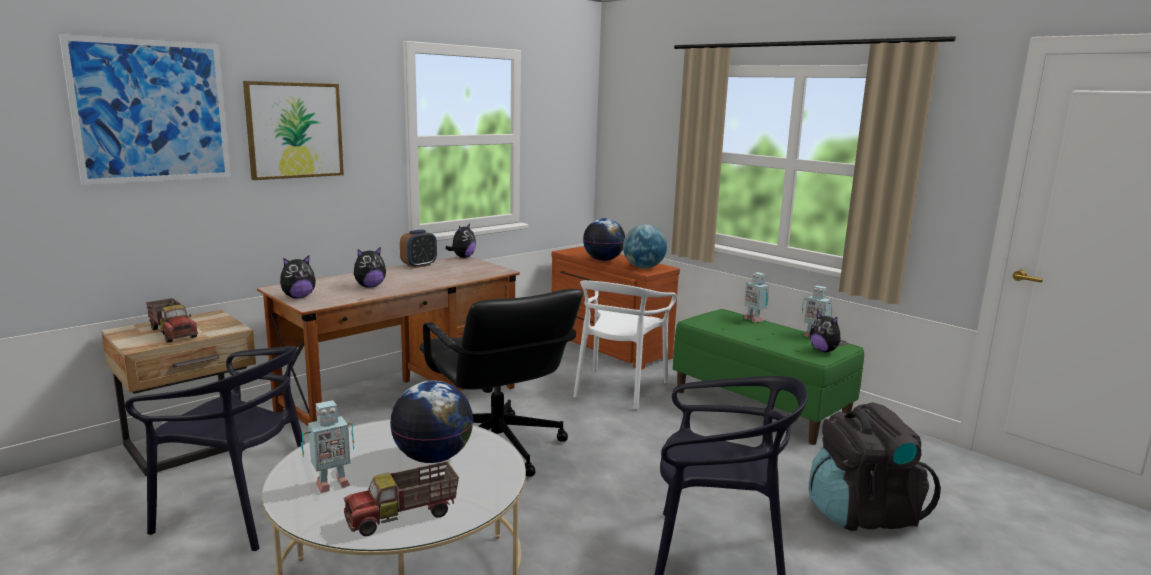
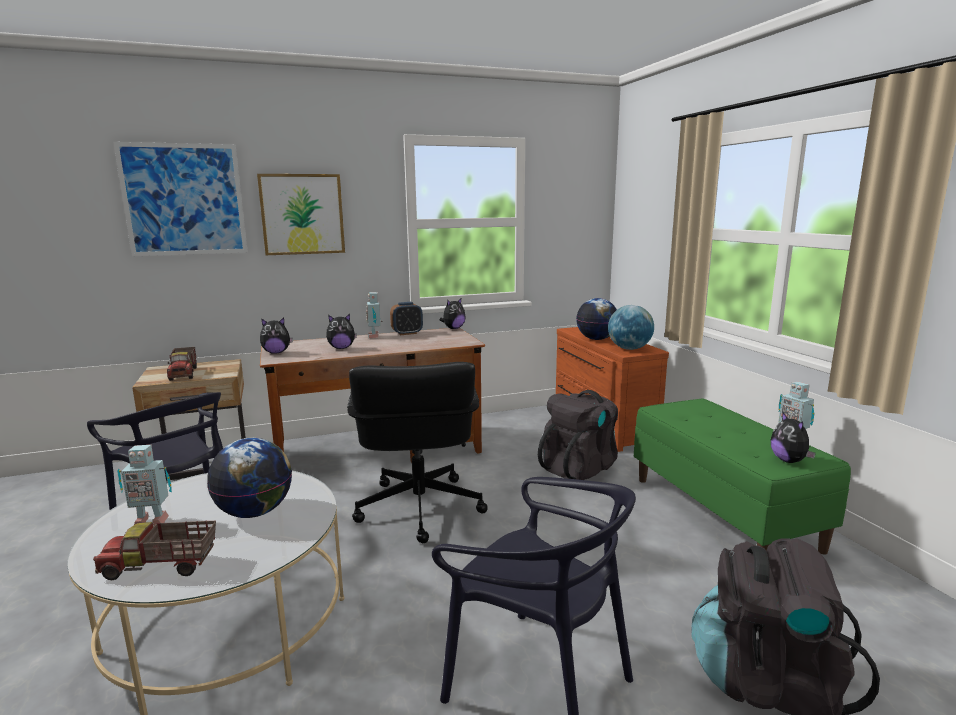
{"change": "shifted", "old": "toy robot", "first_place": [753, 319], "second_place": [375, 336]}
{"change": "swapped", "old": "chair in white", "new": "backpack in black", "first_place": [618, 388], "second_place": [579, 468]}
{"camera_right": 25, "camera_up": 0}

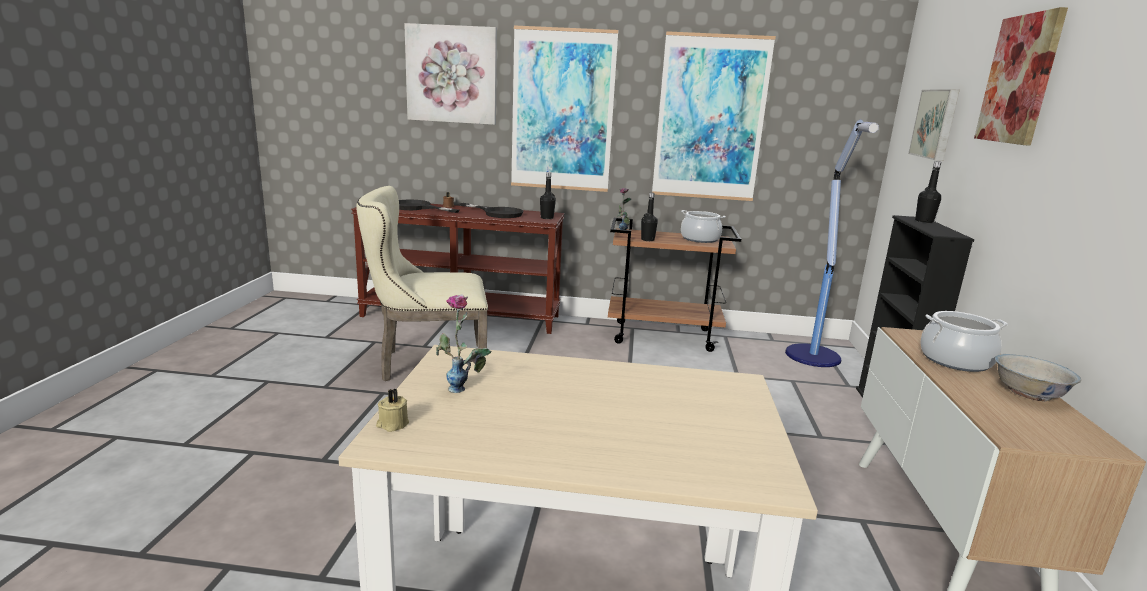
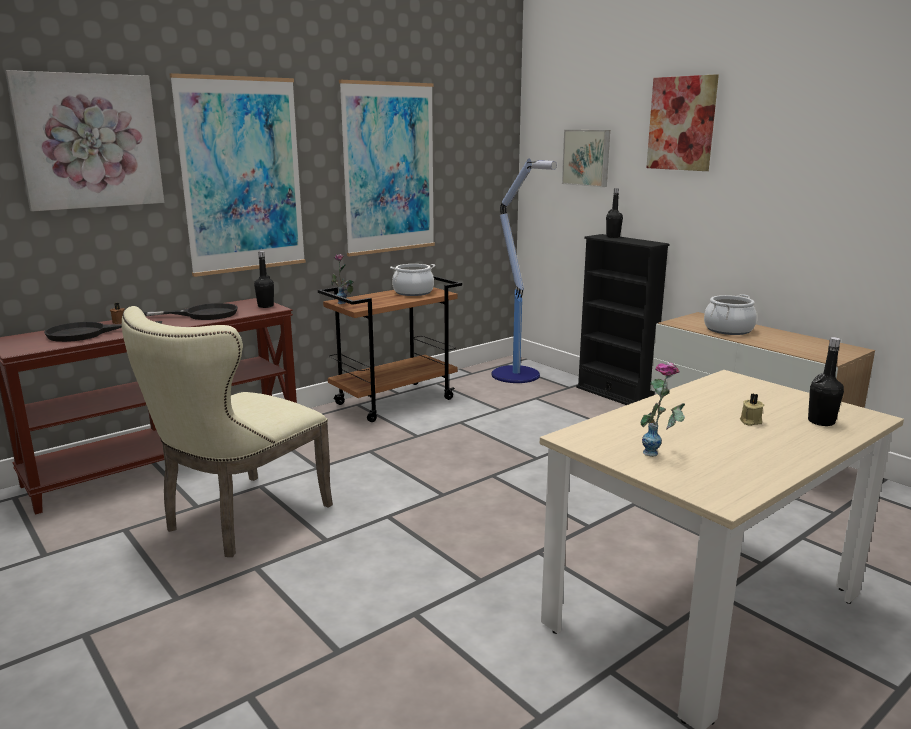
{"change": "shifted", "old": "bottle in black", "first_place": [647, 240], "second_place": [821, 422]}
{"change": "gone", "old": "bowl in white", "first_place": [1028, 393]}
{"change": "shifted", "old": "candle in beige", "first_place": [392, 424], "second_place": [750, 421]}
{"camera_right": -45, "camera_up": 0}

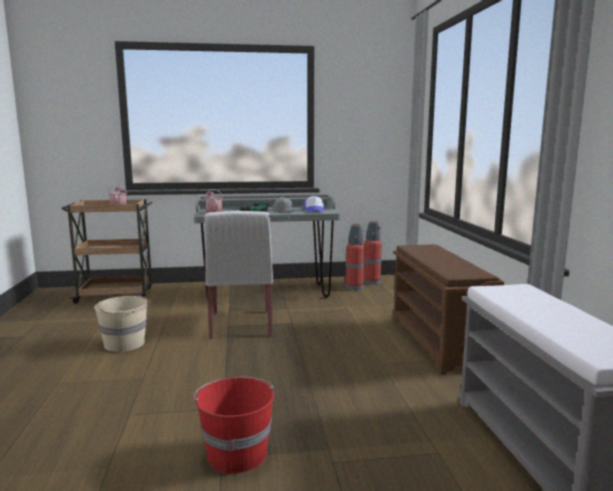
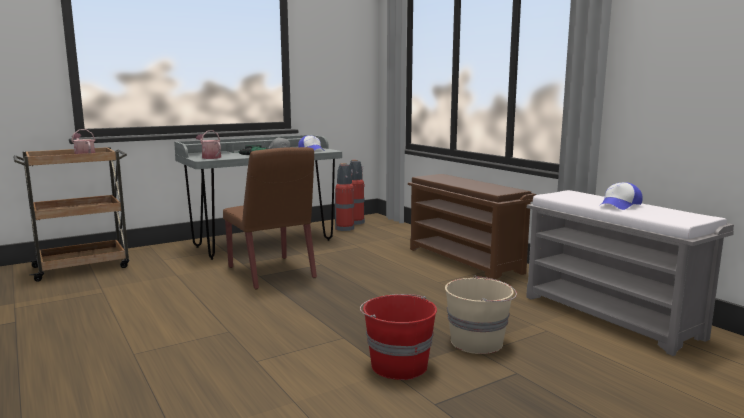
{"change": "repainted", "old": "chair in white", "new": "chair in brown", "first_place": [241, 324], "second_place": [272, 273]}
{"change": "shifted", "old": "bucket in beige", "first_place": [125, 344], "second_place": [477, 342]}
{"change": "new", "new": "cap", "second_place": [619, 205]}
{"camera_right": -25, "camera_up": 0}

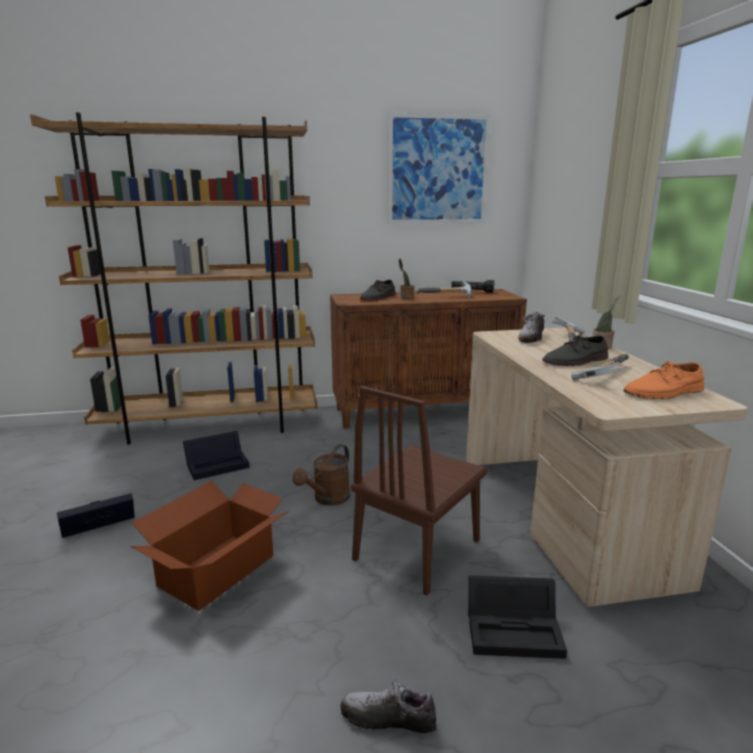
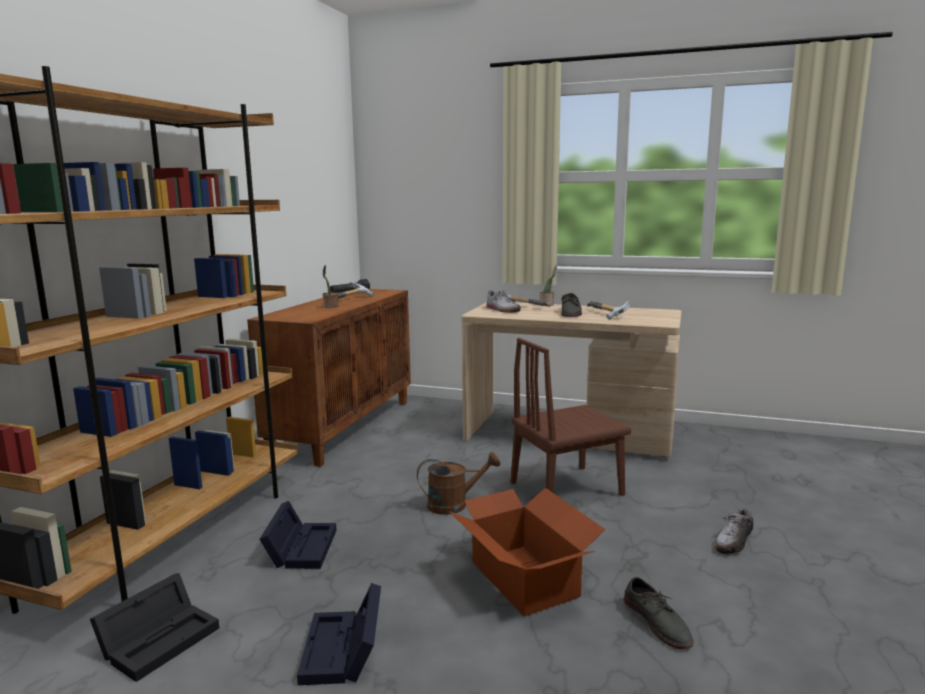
{"change": "gone", "old": "picture", "first_place": [438, 170]}
{"change": "shifted", "old": "shoe in grey", "first_place": [378, 297], "second_place": [657, 622]}
{"change": "gone", "old": "shoe in orange", "first_place": [664, 392]}
{"change": "rotated", "old": "chair in brown", "first_place": [417, 549], "second_place": [566, 488], "degrees": 90}
{"change": "rotated", "old": "watering can in brown", "first_place": [328, 499], "second_place": [454, 504], "degrees": -75}
{"change": "shifted", "old": "storage box in black", "first_place": [516, 629], "second_place": [161, 638]}
{"camera_right": -60, "camera_up": -5}

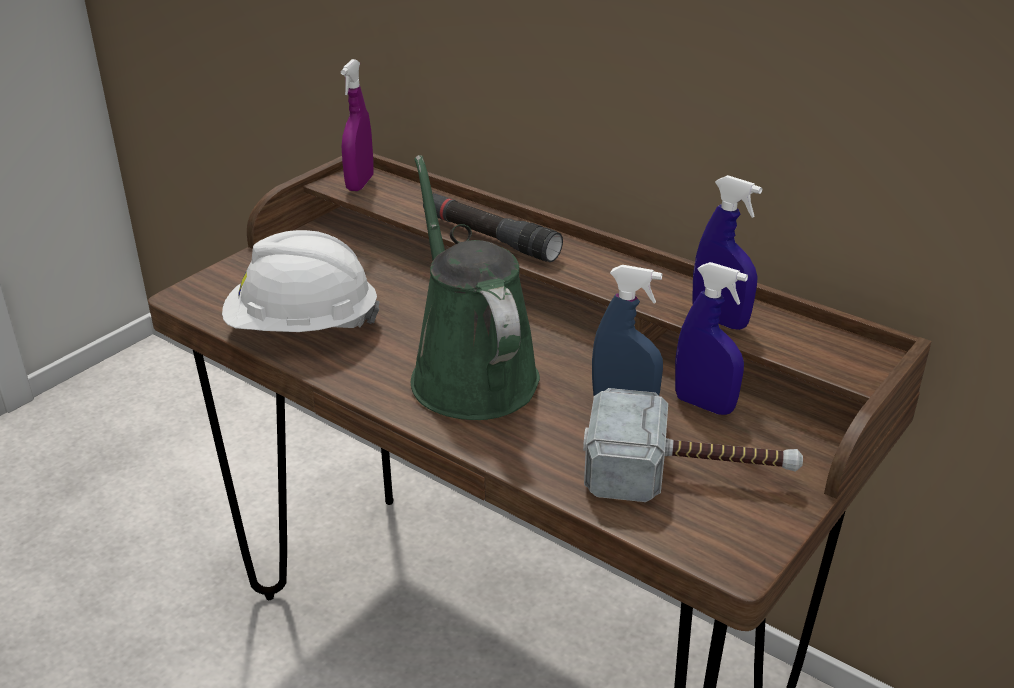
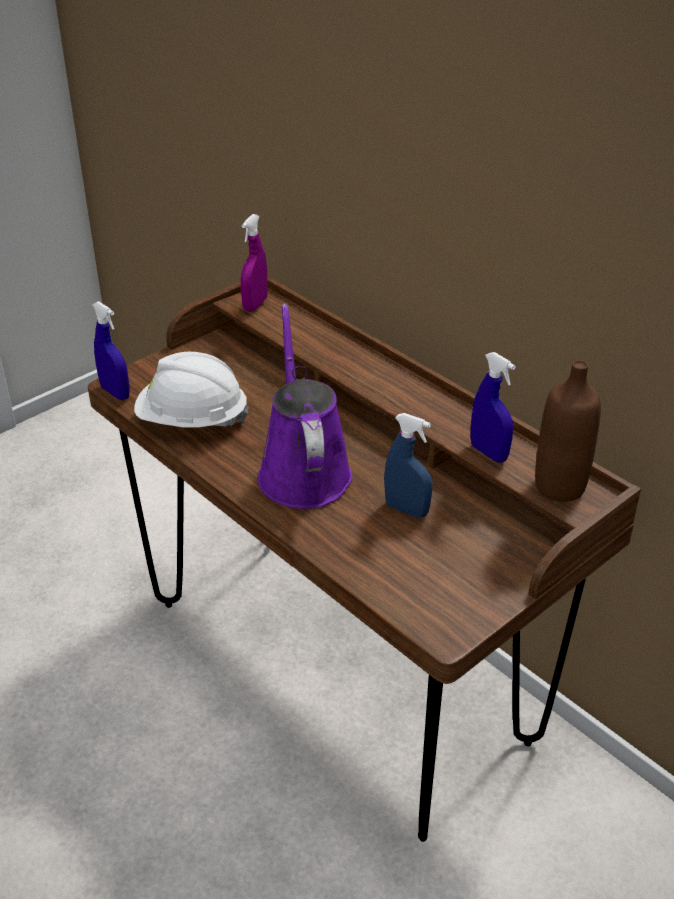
{"change": "repainted", "old": "watering can in green", "new": "watering can in purple", "first_place": [469, 373], "second_place": [303, 470]}
{"change": "gone", "old": "flashlight in black", "first_place": [489, 238]}
{"change": "shifted", "old": "spray bottle in blue", "first_place": [704, 405], "second_place": [115, 392]}
{"change": "gone", "old": "hammer", "first_place": [688, 475]}
{"change": "new", "new": "bottle in brown", "second_place": [559, 486]}
{"camera_right": 10, "camera_up": 5}

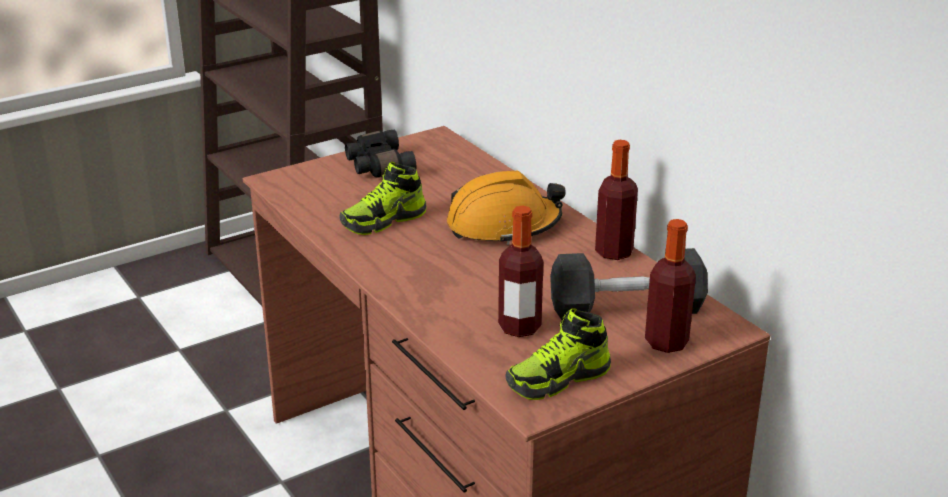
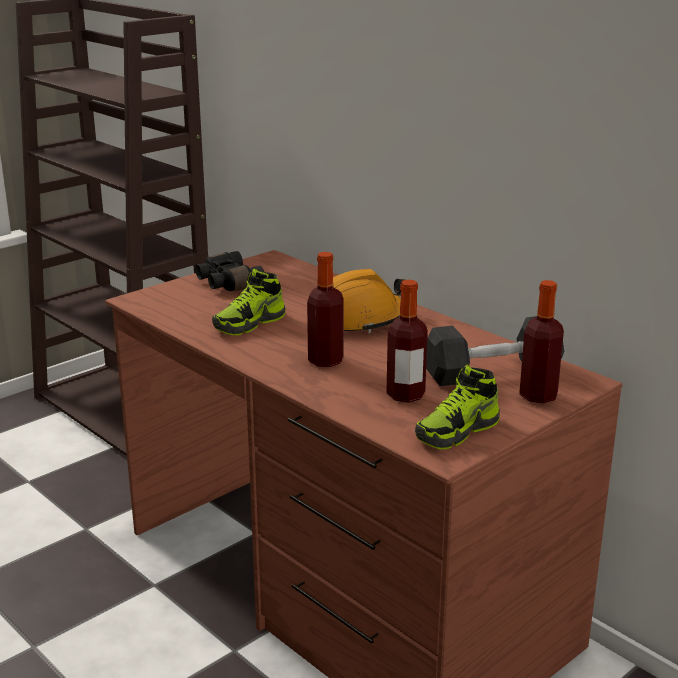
{"change": "shifted", "old": "bottle", "first_place": [614, 252], "second_place": [325, 360]}
{"camera_right": -10, "camera_up": -5}

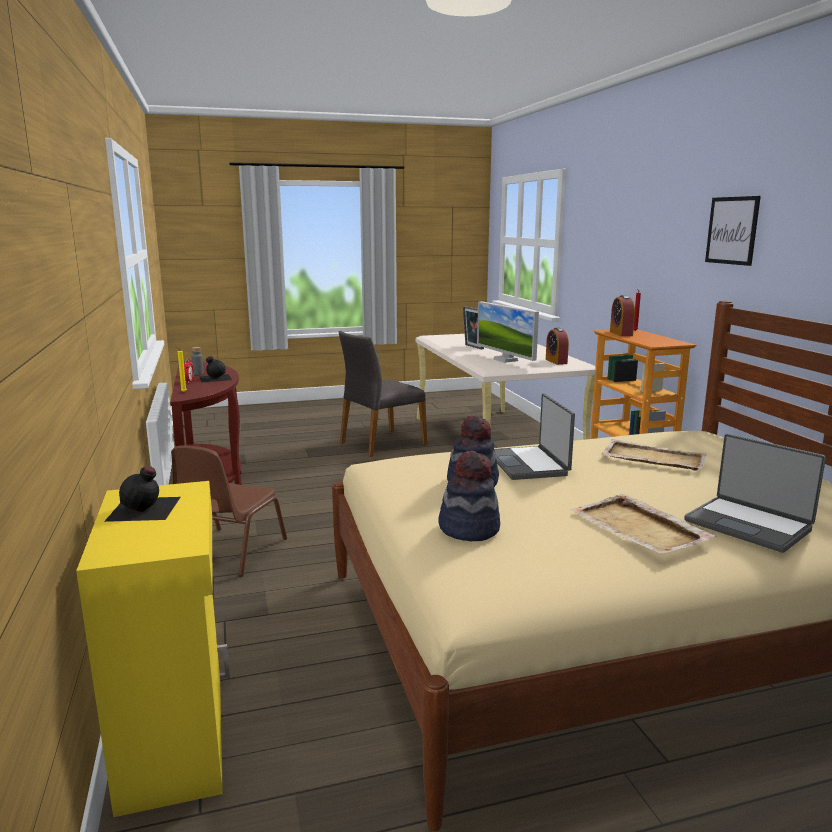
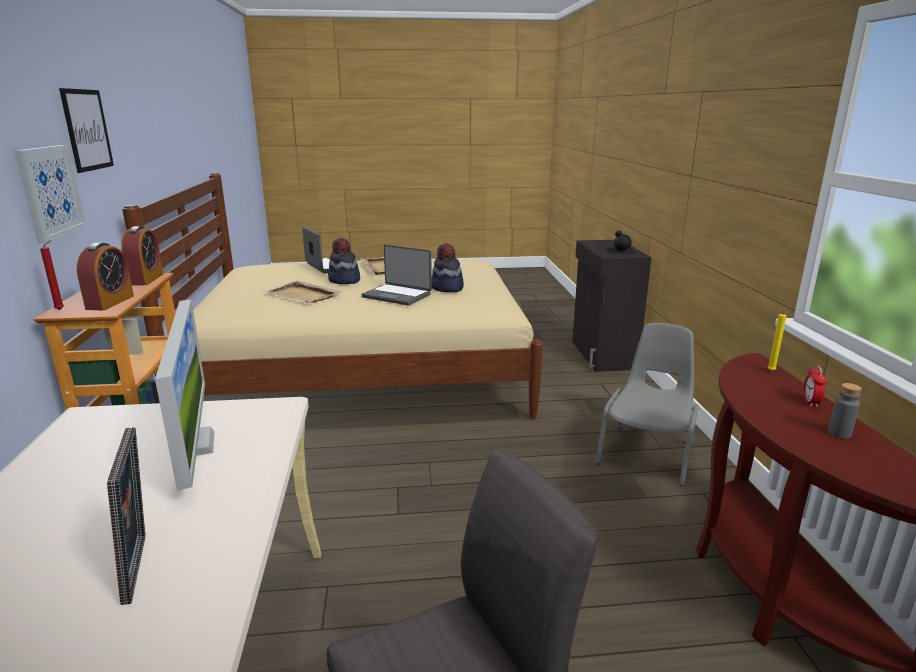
{"change": "shifted", "old": "alarm clock", "first_place": [556, 361], "second_place": [146, 279]}
{"change": "gone", "old": "bottle in black", "first_place": [214, 378]}
{"change": "rotated", "old": "laptop", "first_place": [529, 464], "second_place": [397, 295], "degrees": 120}
{"change": "repainted", "old": "chair in brown", "new": "chair in grey", "first_place": [229, 552], "second_place": [647, 453]}
{"change": "shifted", "old": "hat", "first_place": [469, 528], "second_place": [344, 281]}
{"change": "repainted", "old": "cabinet in yellow", "new": "cabinet in black", "first_place": [177, 736], "second_place": [602, 355]}
{"change": "new", "new": "picture", "second_place": [50, 192]}
{"camera_right": -170, "camera_up": 5}

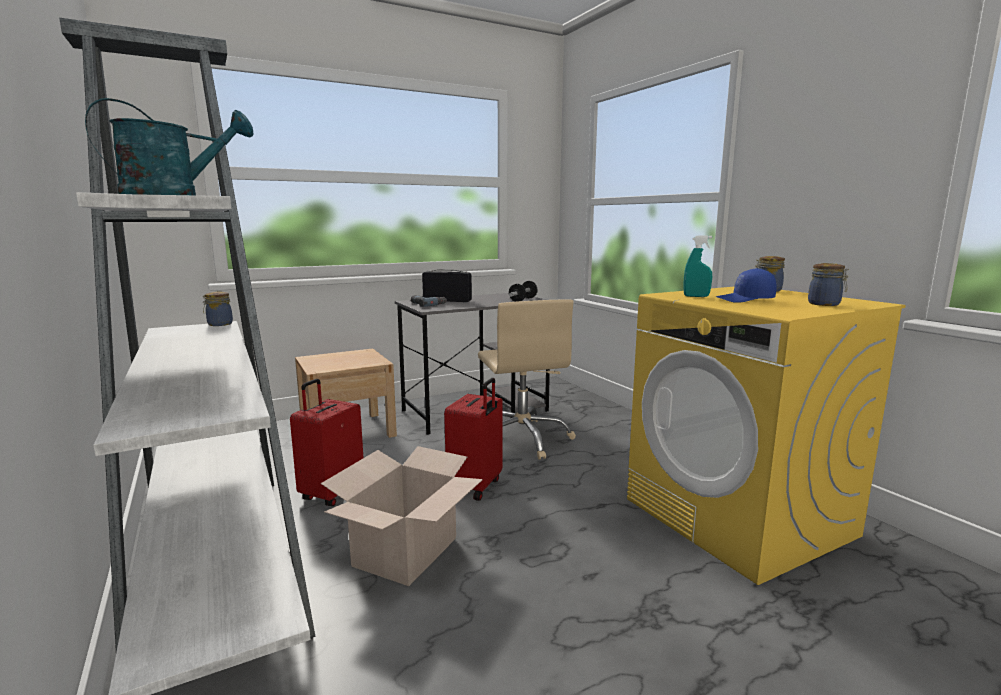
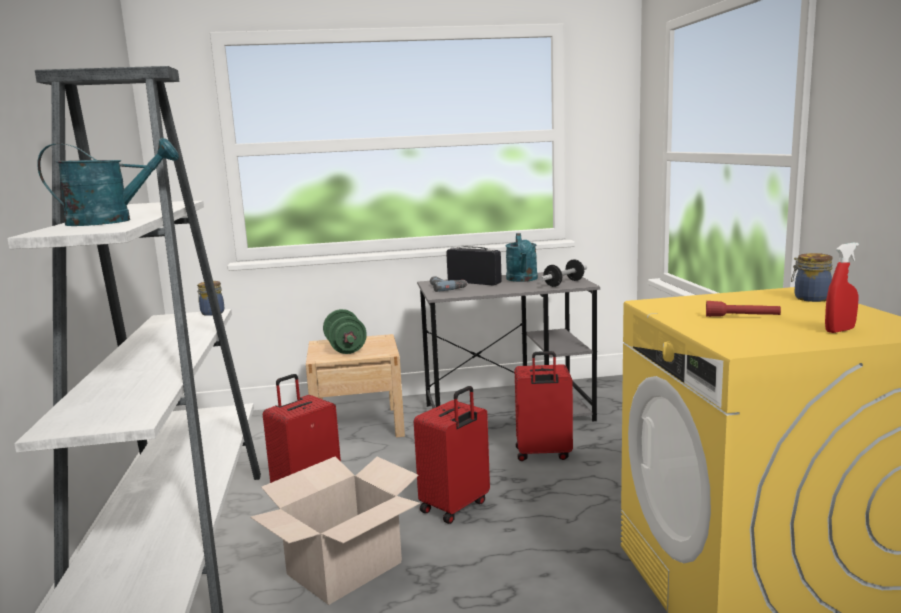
{"change": "gone", "old": "spray bottle in turquoise", "first_place": [696, 296]}
{"change": "swapped", "old": "jar", "new": "spray bottle in red", "first_place": [825, 304], "second_place": [839, 330]}
{"change": "swapped", "old": "cap in blue", "new": "flashlight in red", "first_place": [745, 300], "second_place": [742, 317]}
{"change": "swapped", "old": "office chair in beige", "new": "suitcase in red", "first_place": [523, 438], "second_place": [543, 454]}
{"change": "new", "new": "watering can in turquoise", "second_place": [522, 279]}
{"change": "new", "new": "dumbbell in green", "second_place": [345, 349]}
{"camera_right": 20, "camera_up": 0}

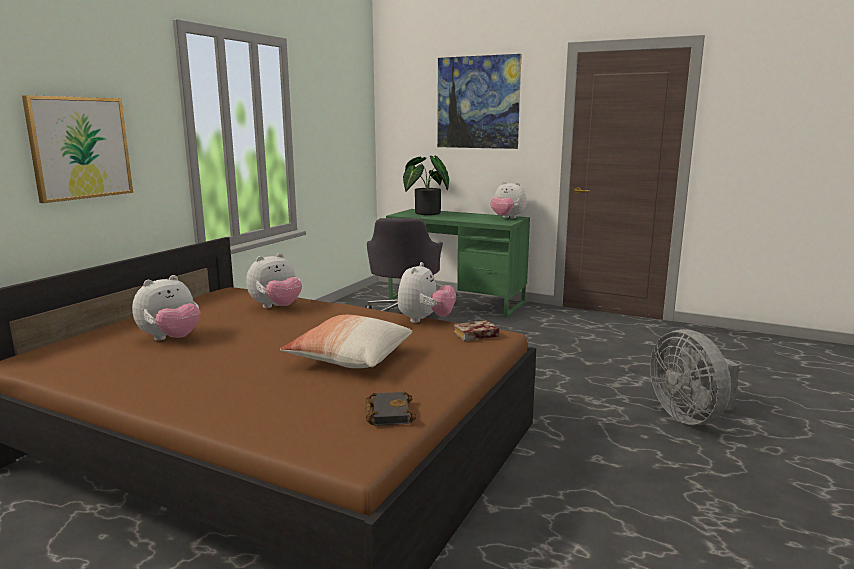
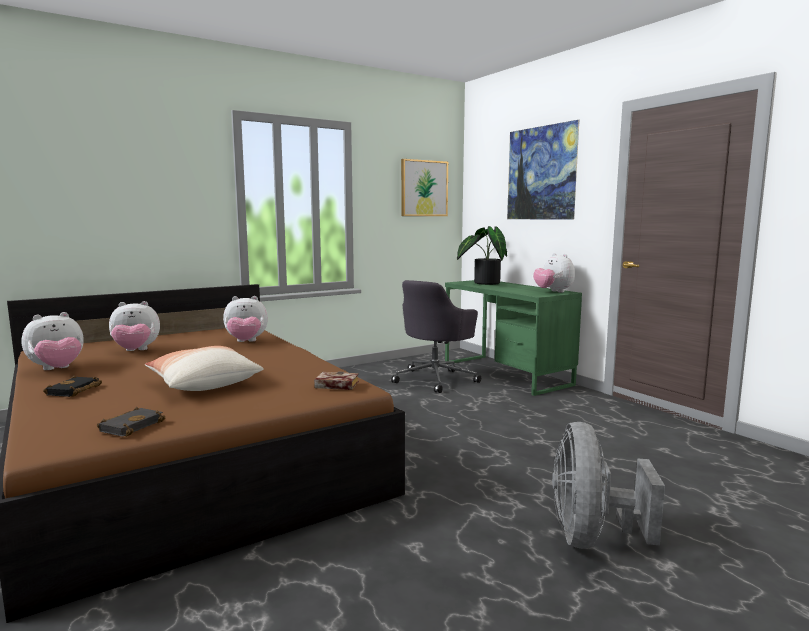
{"change": "shifted", "old": "picture", "first_place": [80, 148], "second_place": [424, 188]}
{"change": "shifted", "old": "plush toy", "first_place": [425, 320], "second_place": [57, 369]}
{"change": "new", "new": "book in black", "second_place": [74, 391]}
{"camera_right": 30, "camera_up": -5}

